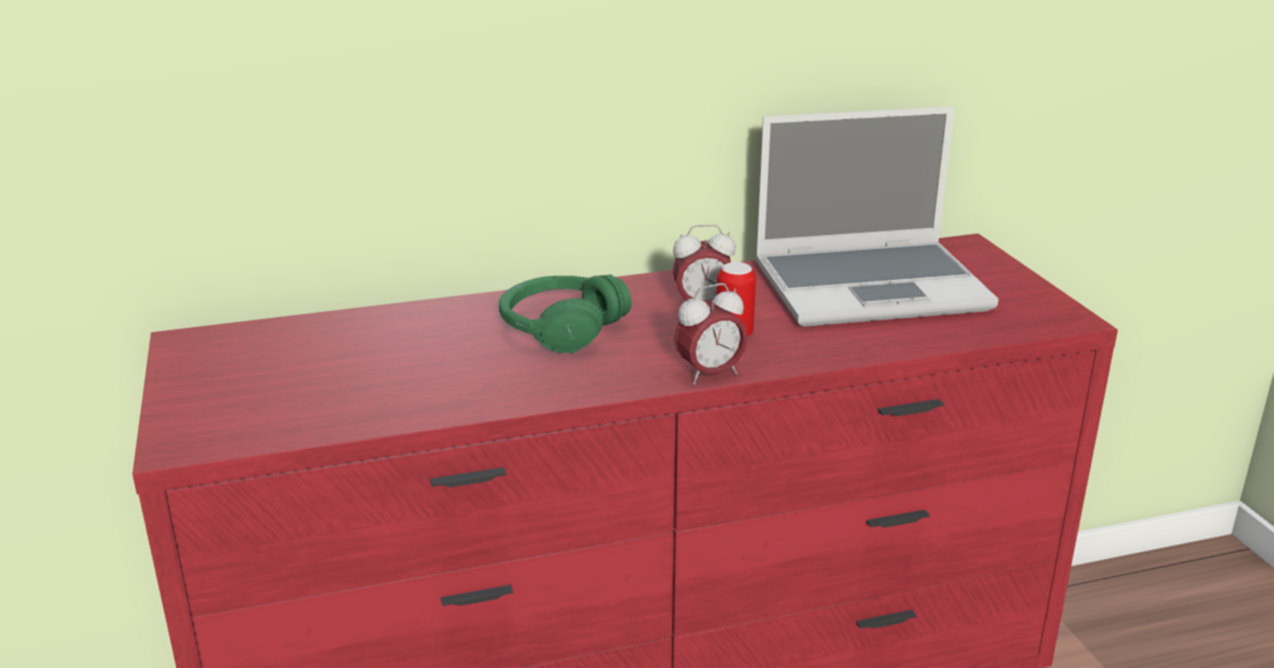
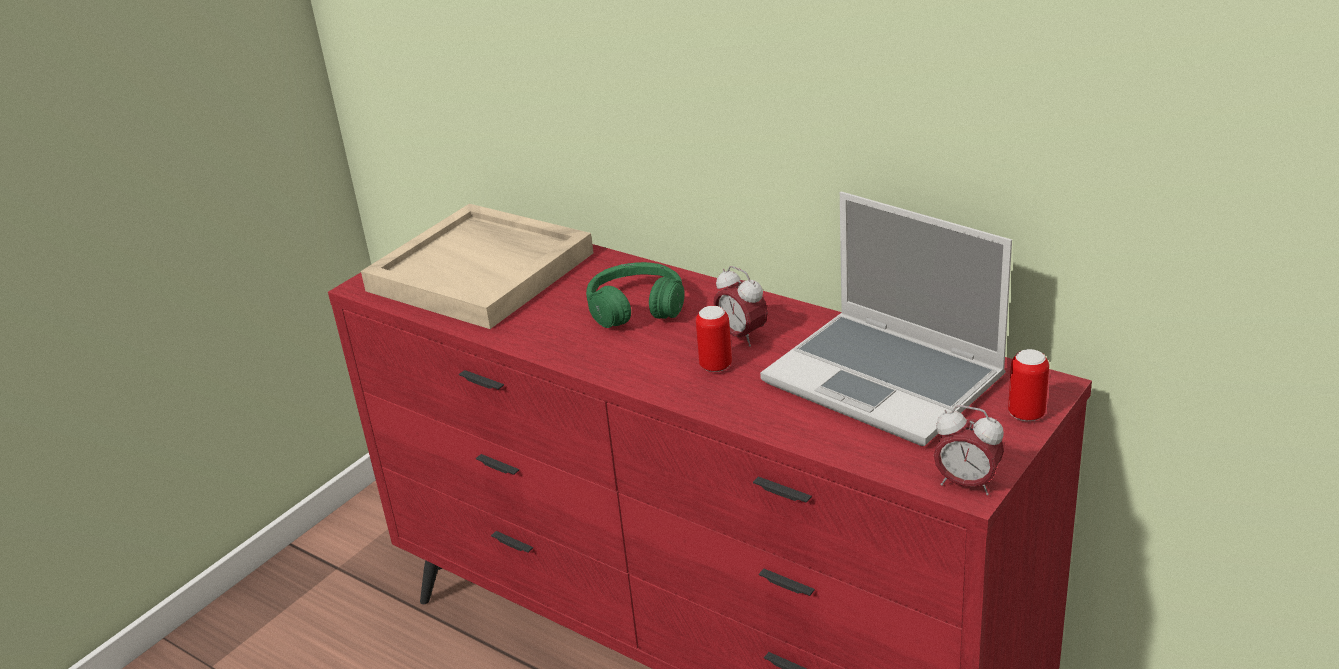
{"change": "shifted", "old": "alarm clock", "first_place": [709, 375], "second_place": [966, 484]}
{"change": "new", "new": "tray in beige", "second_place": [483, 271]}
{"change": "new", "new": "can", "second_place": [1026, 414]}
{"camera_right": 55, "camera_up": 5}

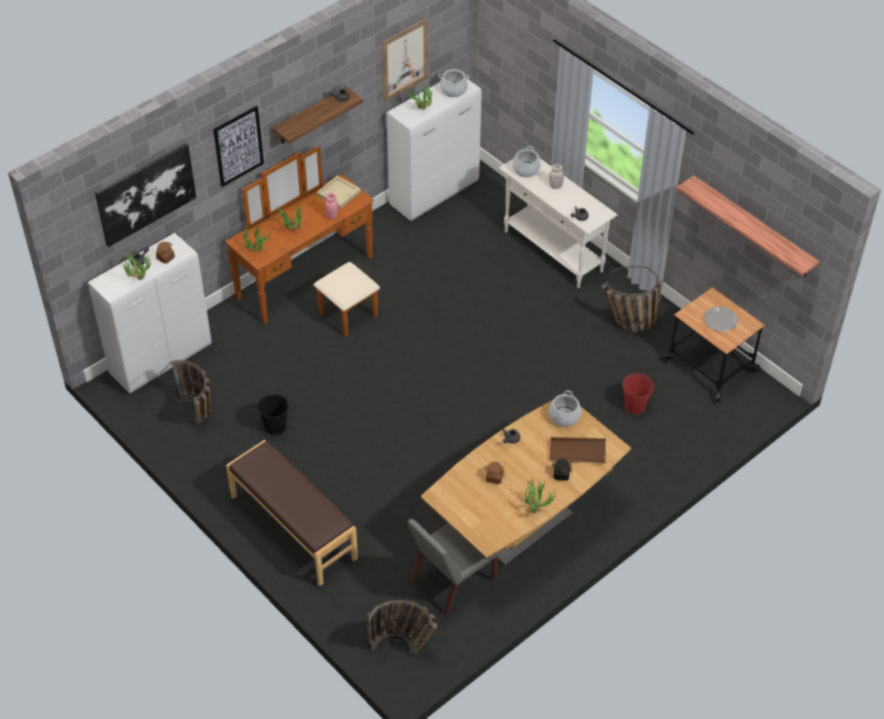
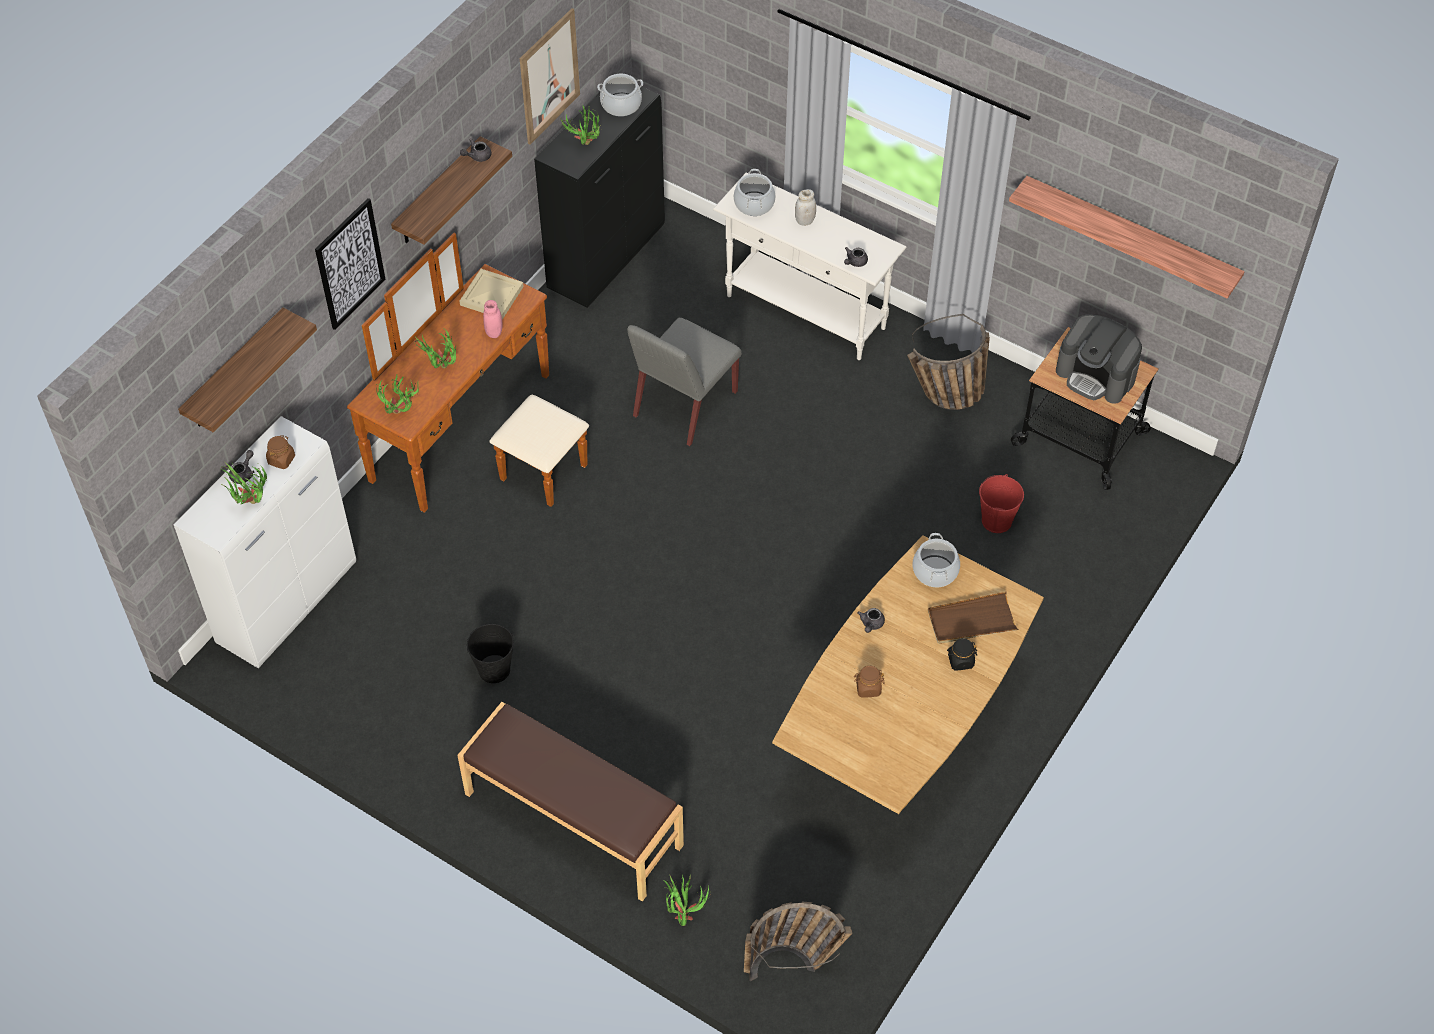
{"change": "repainted", "old": "cabinet in white", "new": "cabinet in black", "first_place": [435, 193], "second_place": [607, 257]}
{"change": "swapped", "old": "picture", "new": "shelf", "first_place": [145, 193], "second_place": [235, 371]}
{"change": "swapped", "old": "plate", "new": "coffee machine", "first_place": [720, 320], "second_place": [1096, 375]}
{"change": "gone", "old": "basket", "first_place": [198, 414]}
{"change": "shifted", "old": "potted plant", "first_place": [536, 508], "second_place": [684, 913]}
{"change": "shifted", "old": "chair in grey", "first_place": [452, 580], "second_place": [684, 405]}
{"camera_right": -15, "camera_up": 5}

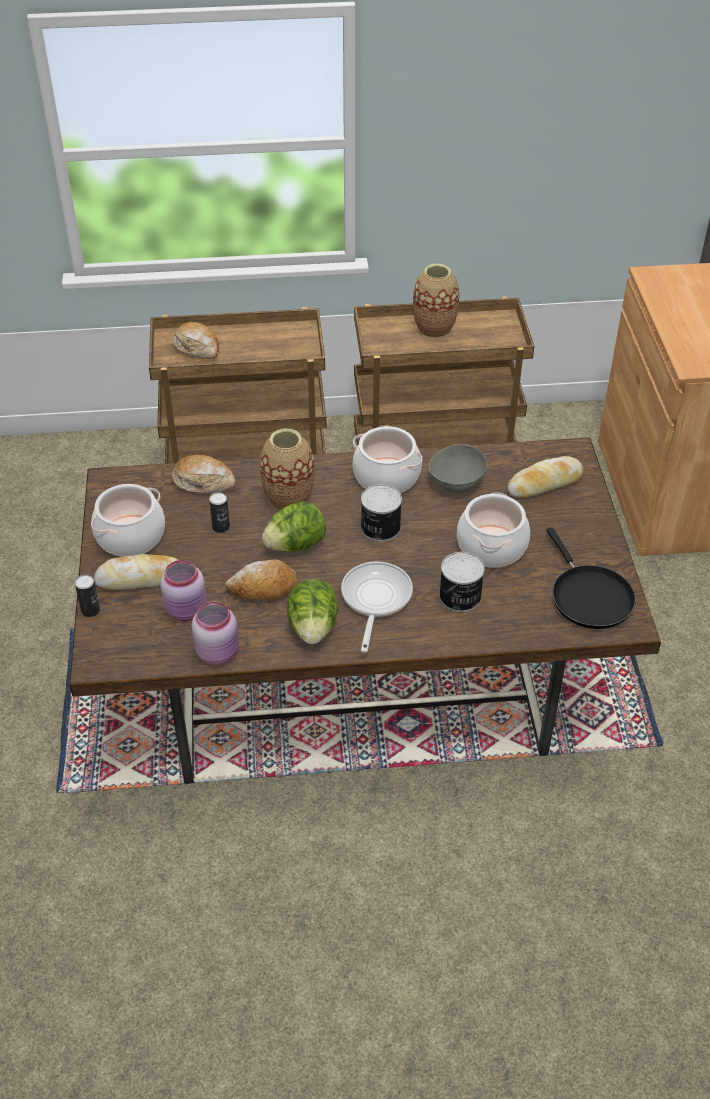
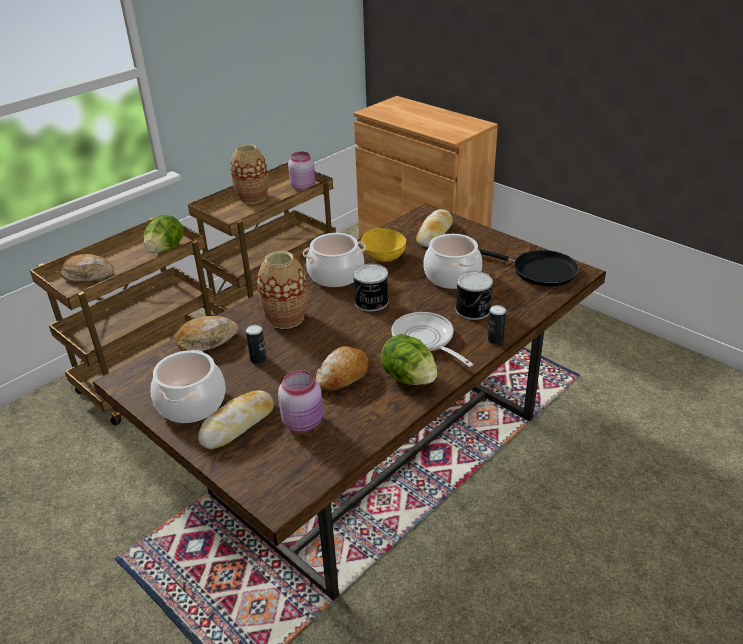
{"change": "repainted", "old": "bowl in grey", "new": "bowl in yellow", "first_place": [456, 481], "second_place": [383, 256]}
{"change": "shifted", "old": "lettuce", "first_place": [295, 545], "second_place": [165, 249]}
{"change": "shifted", "old": "can", "first_place": [90, 610], "second_place": [495, 339]}
{"change": "shifted", "old": "jar in pink", "first_place": [218, 652], "second_place": [303, 187]}
{"camera_right": -40, "camera_up": -10}

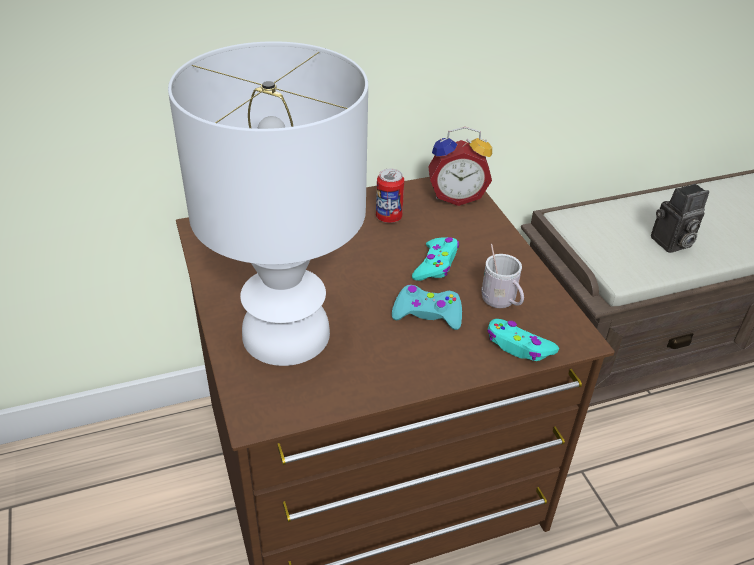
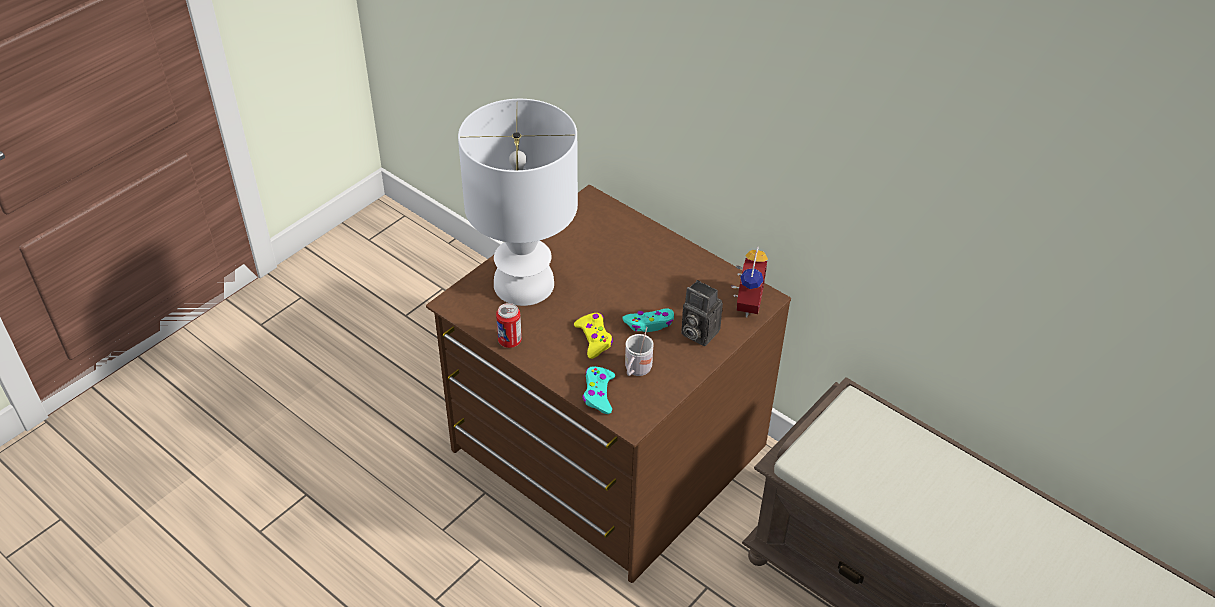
{"change": "rotated", "old": "alarm clock", "first_place": [456, 196], "second_place": [745, 304], "degrees": -135}
{"change": "shifted", "old": "can", "first_place": [388, 217], "second_place": [510, 341]}
{"change": "shifted", "old": "photo camera", "first_place": [671, 243], "second_place": [697, 332]}
{"change": "repainted", "old": "game controller in turquoise", "new": "game controller in yellow", "first_place": [427, 314], "second_place": [594, 339]}
{"camera_right": 60, "camera_up": 5}

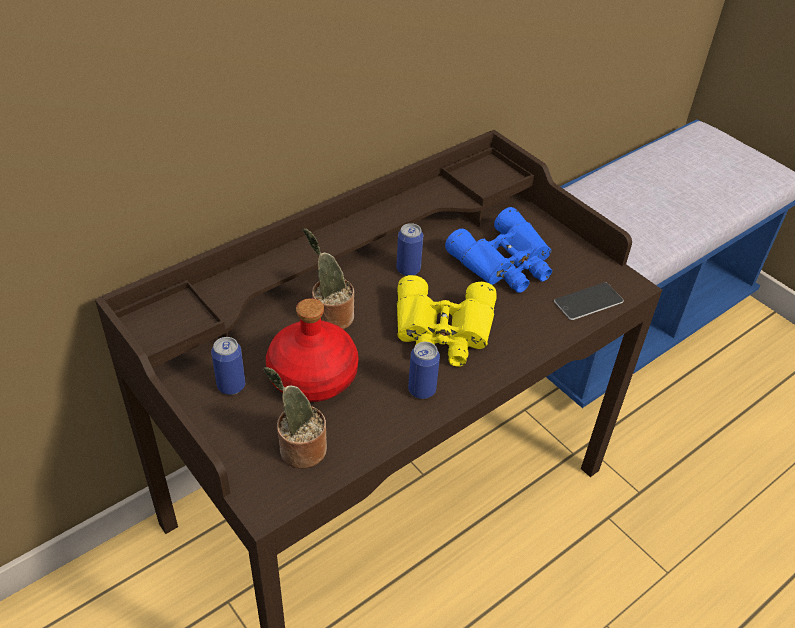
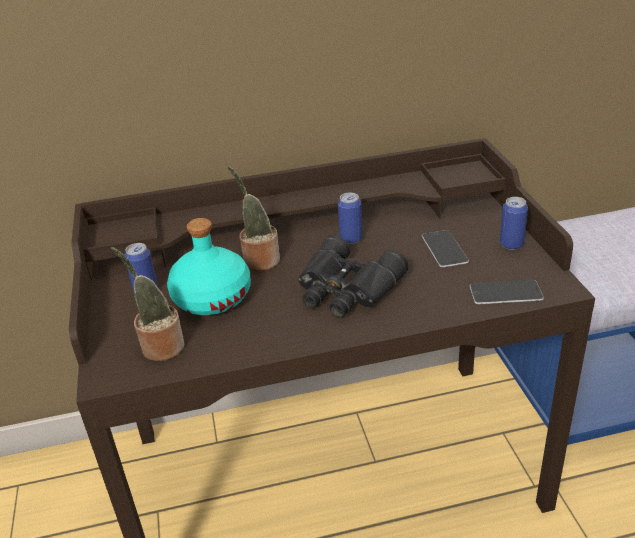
{"change": "swapped", "old": "binoculars in blue", "new": "phone", "first_place": [506, 263], "second_place": [444, 249]}
{"change": "repainted", "old": "binoculars in yellow", "new": "binoculars in black", "first_place": [443, 332], "second_place": [346, 289]}
{"change": "repainted", "old": "bottle in red", "new": "bottle in turquoise", "first_place": [312, 376], "second_place": [211, 297]}
{"change": "shifted", "old": "can", "first_place": [422, 390], "second_place": [511, 244]}
{"camera_right": 30, "camera_up": -10}

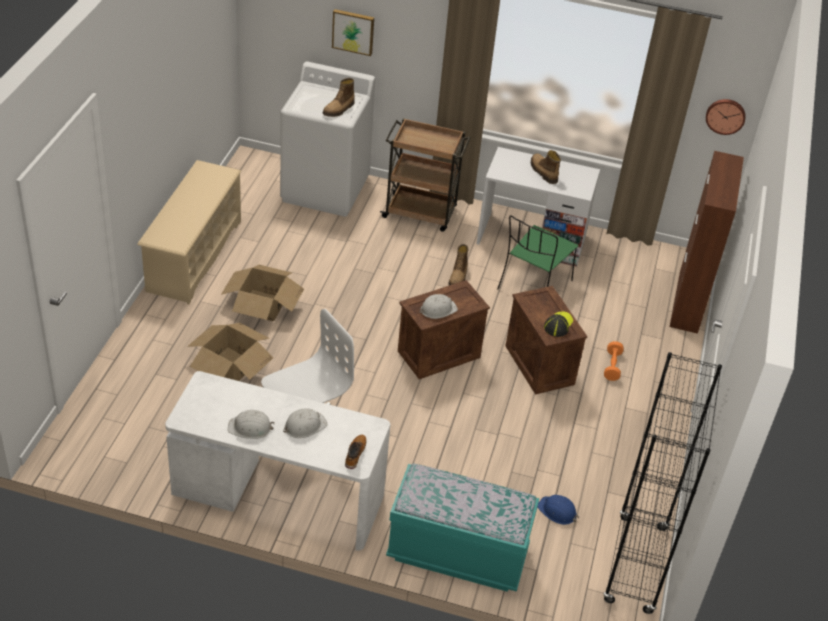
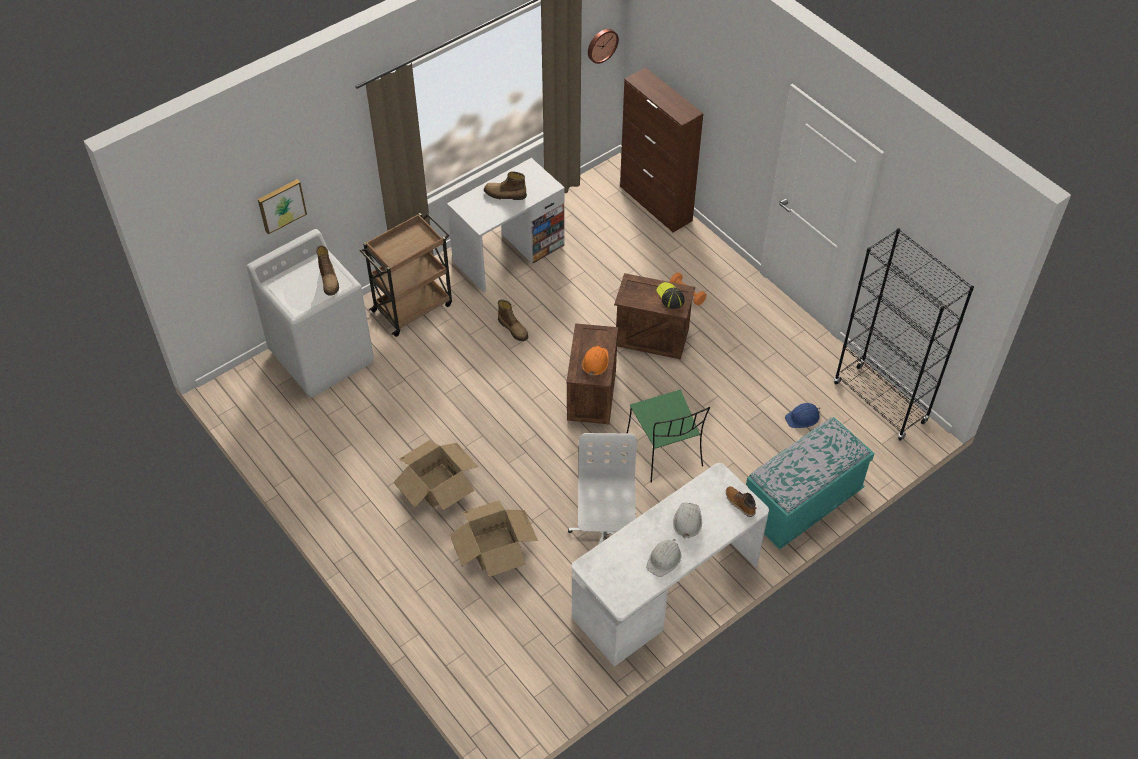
{"change": "gone", "old": "shoe rack in beige", "first_place": [194, 256]}
{"change": "shifted", "old": "chair in green", "first_place": [533, 286], "second_place": [665, 451]}
{"change": "repainted", "old": "hard hat in white", "new": "hard hat in orange", "first_place": [438, 309], "second_place": [595, 362]}
{"camera_right": -50, "camera_up": 10}

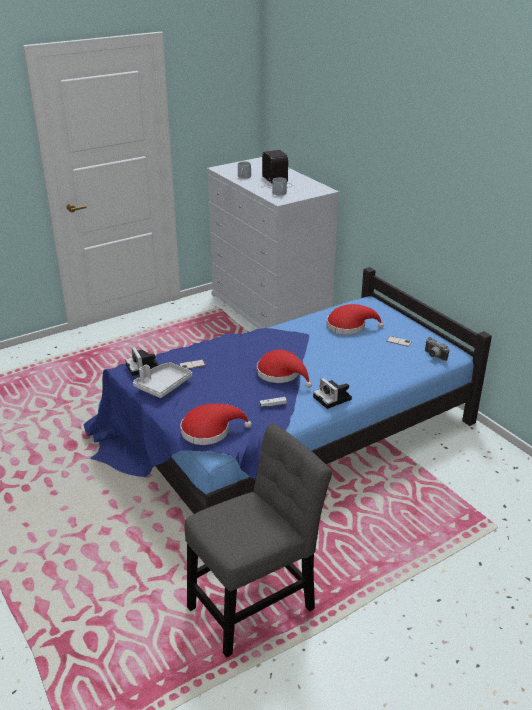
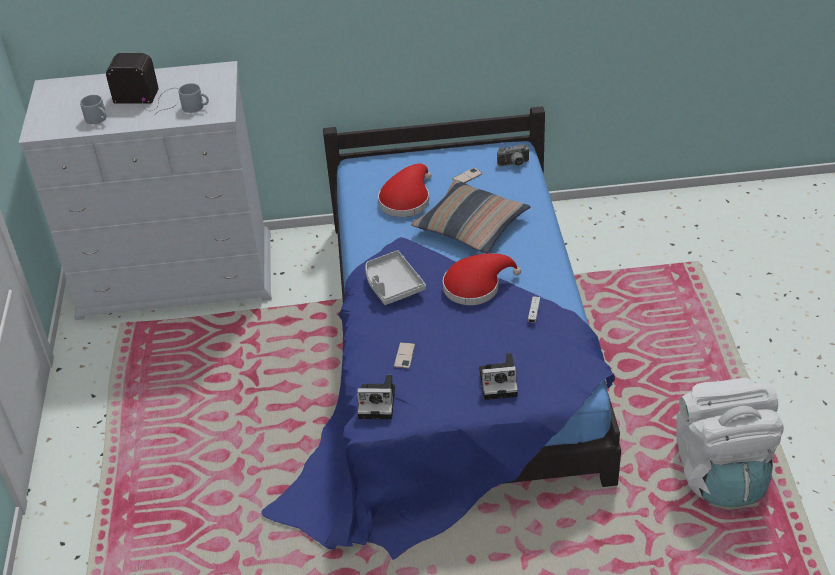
{"change": "shifted", "old": "tray in grey", "first_place": [163, 385], "second_place": [392, 285]}
{"change": "shifted", "old": "photo camera", "first_place": [333, 398], "second_place": [500, 382]}
{"change": "gone", "old": "hat in red", "first_place": [209, 431]}
{"change": "swapped", "old": "chair in grey", "new": "backpack in white", "first_place": [256, 603], "second_place": [720, 472]}
{"change": "new", "new": "pillow", "second_place": [471, 226]}
{"camera_right": -60, "camera_up": 10}

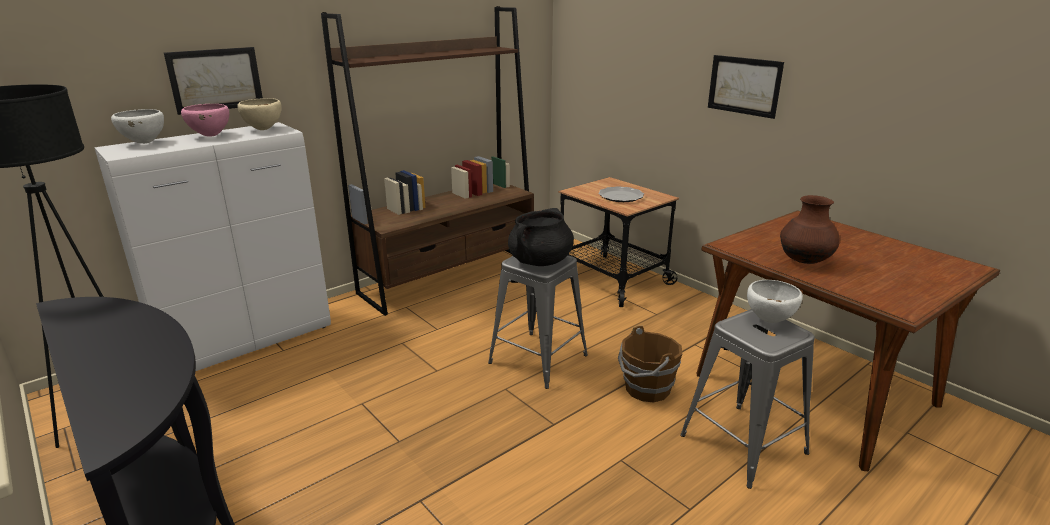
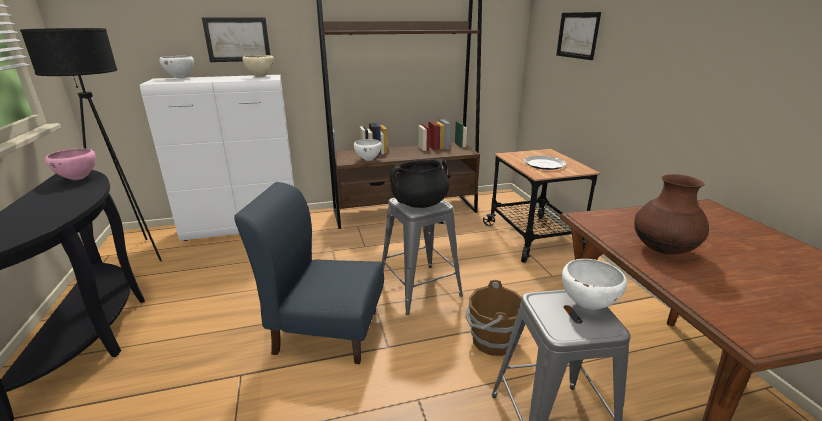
{"change": "shifted", "old": "picture", "first_place": [744, 85], "second_place": [577, 35]}
{"change": "shifted", "old": "bowl in pink", "first_place": [211, 136], "second_place": [78, 178]}
{"change": "new", "new": "bowl in white", "second_place": [368, 160]}
{"change": "new", "new": "chair in blue", "second_place": [326, 331]}
{"camera_right": 25, "camera_up": 0}

